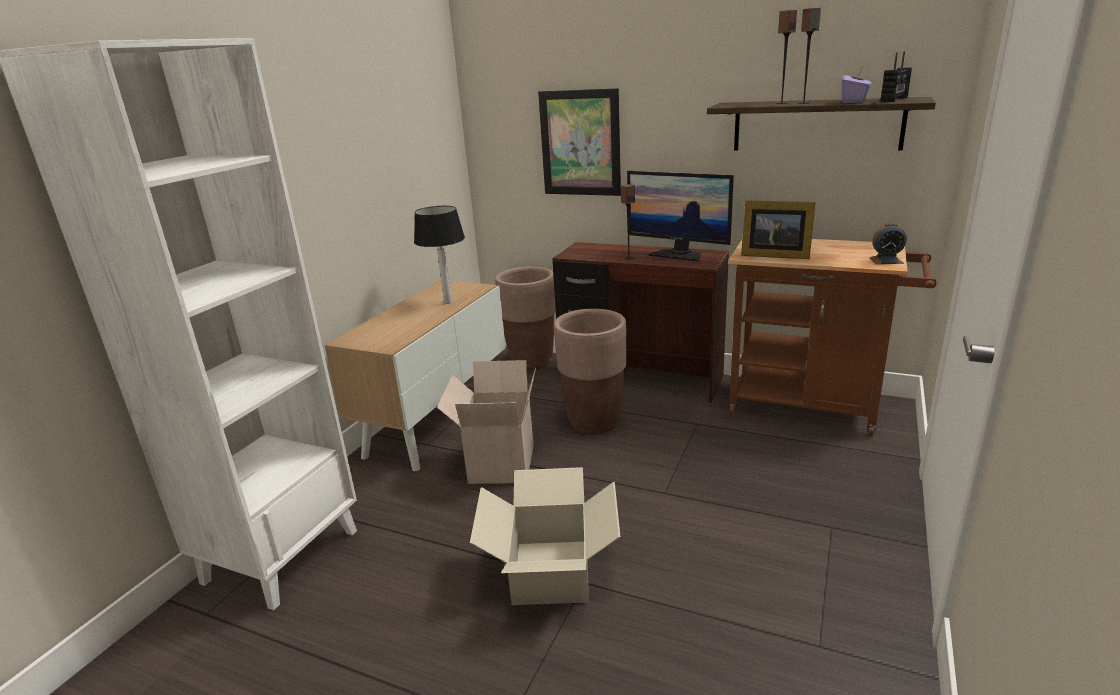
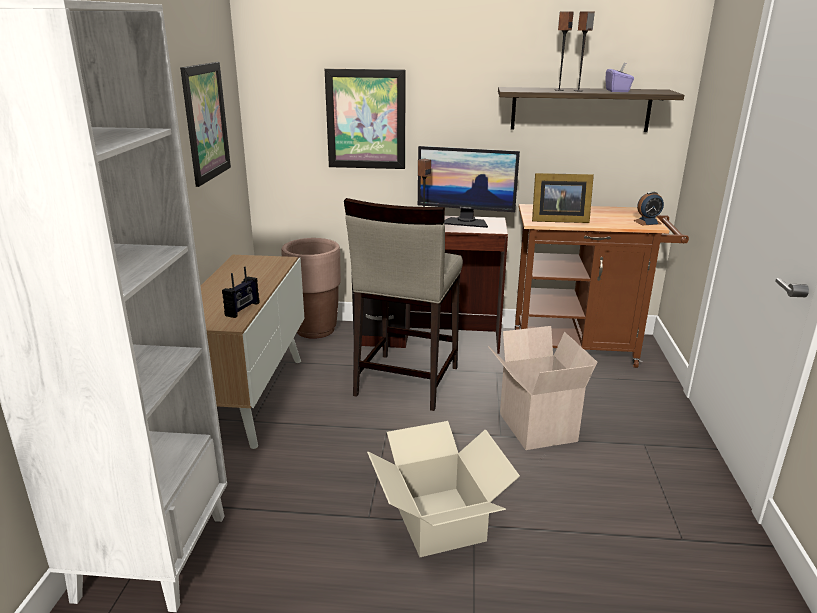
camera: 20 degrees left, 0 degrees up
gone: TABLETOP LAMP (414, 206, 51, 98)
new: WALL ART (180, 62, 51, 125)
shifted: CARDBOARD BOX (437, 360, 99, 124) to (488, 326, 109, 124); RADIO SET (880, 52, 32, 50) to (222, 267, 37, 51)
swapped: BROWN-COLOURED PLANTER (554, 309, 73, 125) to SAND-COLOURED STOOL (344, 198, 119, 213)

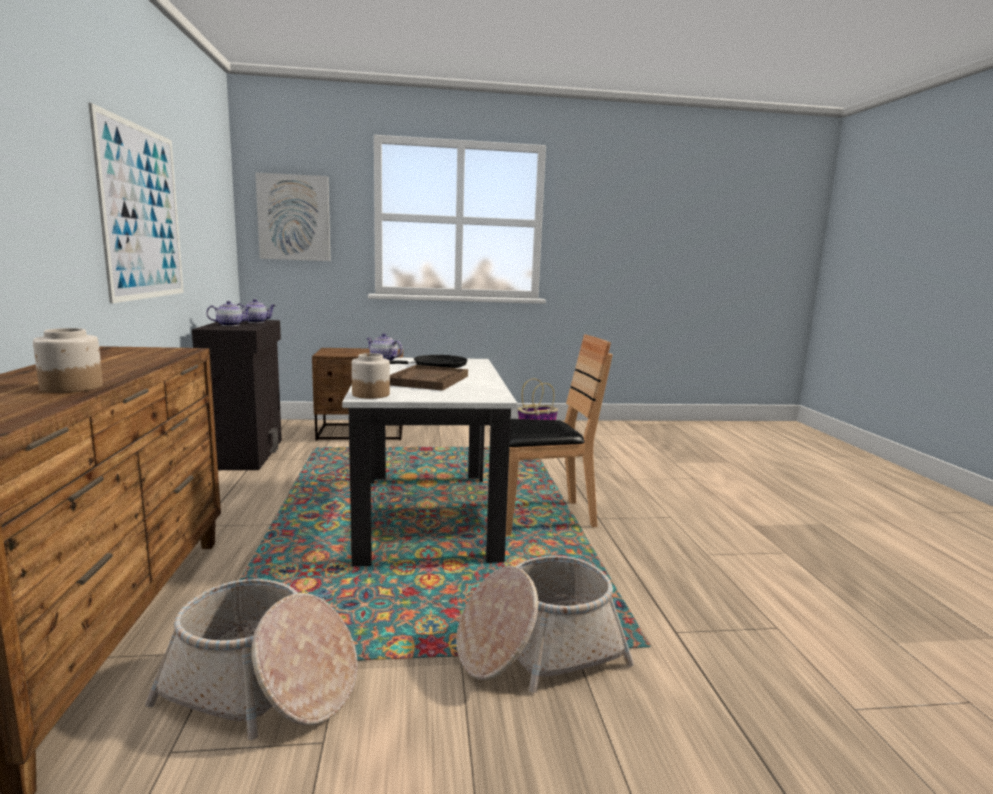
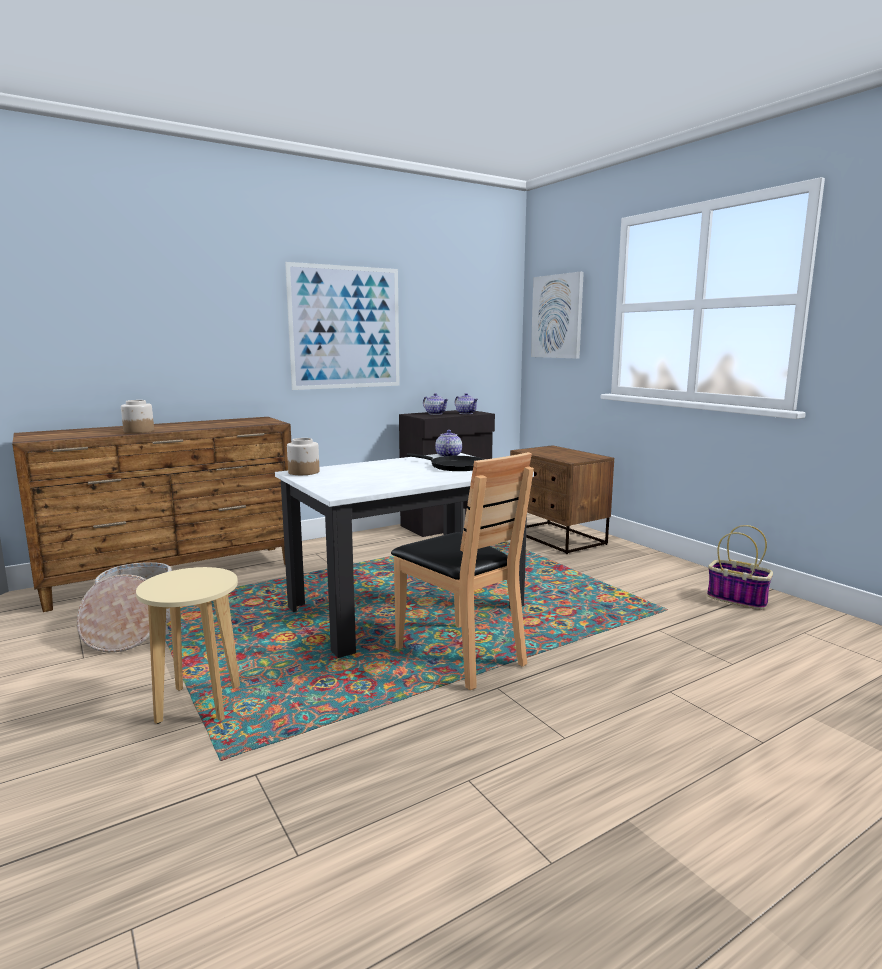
camera: 65 degrees right, 0 degrees up
gone: BROWN-COLOURED CARRYING TRAY (390, 365, 78, 26)
swapped: BASKET (456, 556, 178, 137) to SAND-COLOURED STOOL (136, 567, 104, 157)

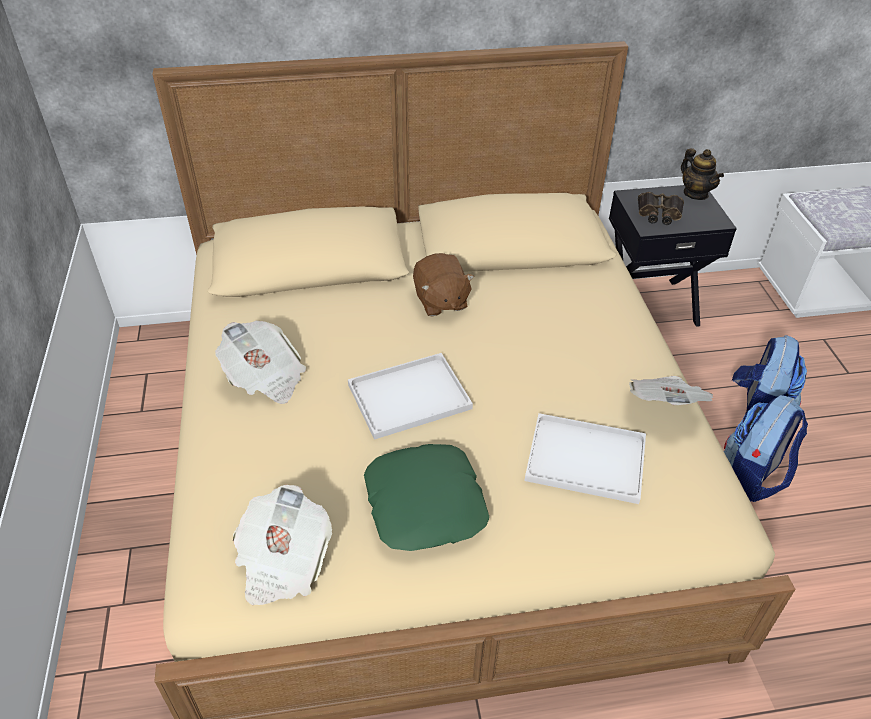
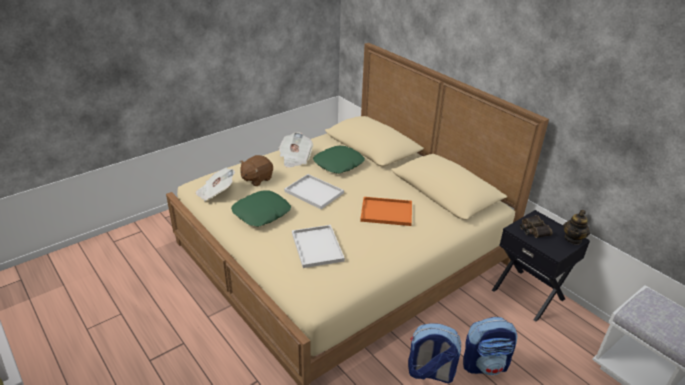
camera: 60 degrees right, 10 degrees down
gone: PRINTED PAPER (629, 376, 84, 29)
new: GREENISH PILLOW (313, 146, 52, 28); ORANGEY CARRYING TRAY (360, 197, 52, 29)
shifted: BROWN-COLOURED SOFT TOY (413, 253, 61, 63) to (240, 155, 33, 31)

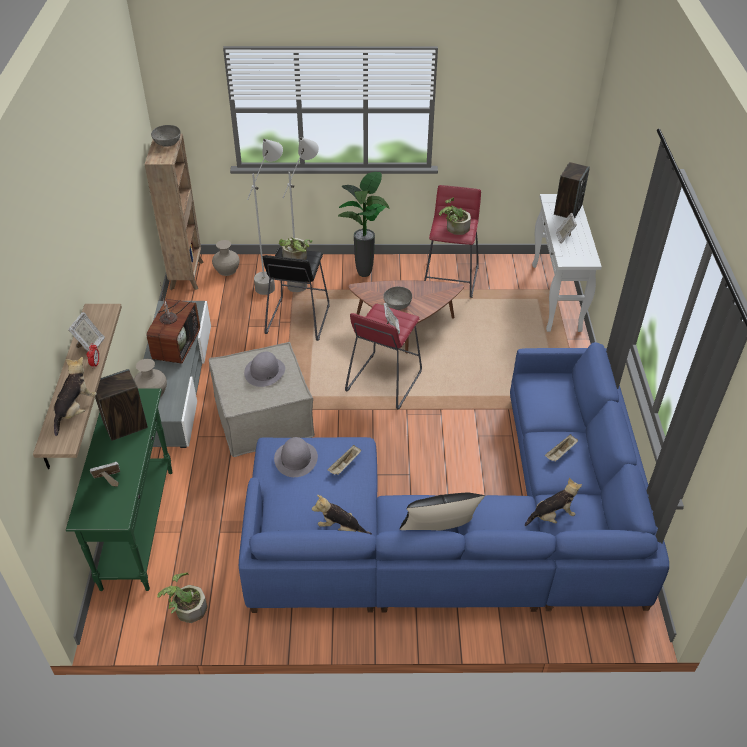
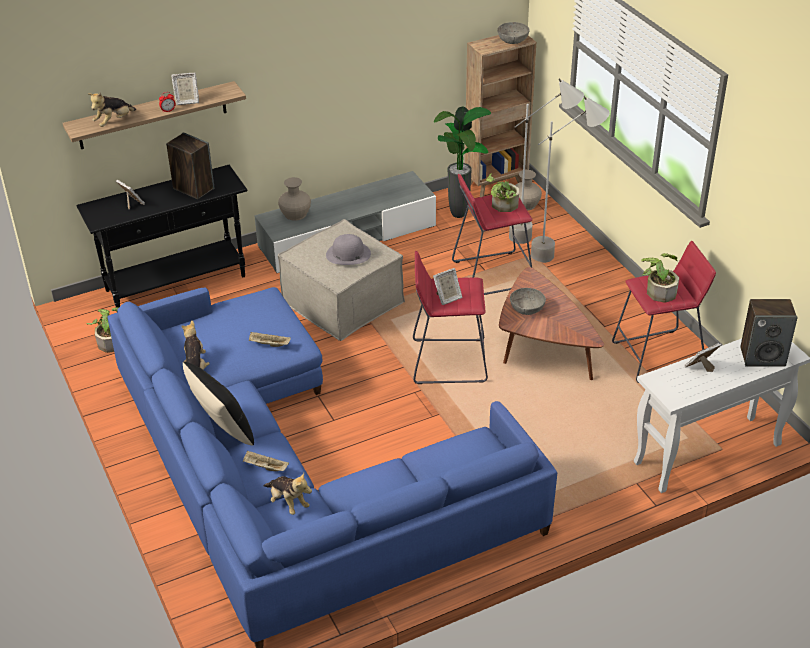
camera: 65 degrees right, 5 degrees down
gone: TELEVISION (147, 282, 53, 82); GREY WEARABLE HAT (274, 437, 44, 40)
shifted: HOUSEPLANT (338, 172, 52, 105) to (434, 107, 57, 111); SAND-COLOURED CARRYING TRAY (545, 434, 33, 28) to (243, 450, 46, 21)
repainted: GREENISH CONSOLE TABLE (66, 389, 107, 202) to BLACK CONSOLE TABLE (76, 165, 172, 147); BLACK STOOL (263, 247, 66, 94) to REDDISH STOOL (452, 174, 81, 121)
rotated: SOFT TOY (54, 357, 43, 79) = (89, 93, 47, 34) 135 degrees clockwise

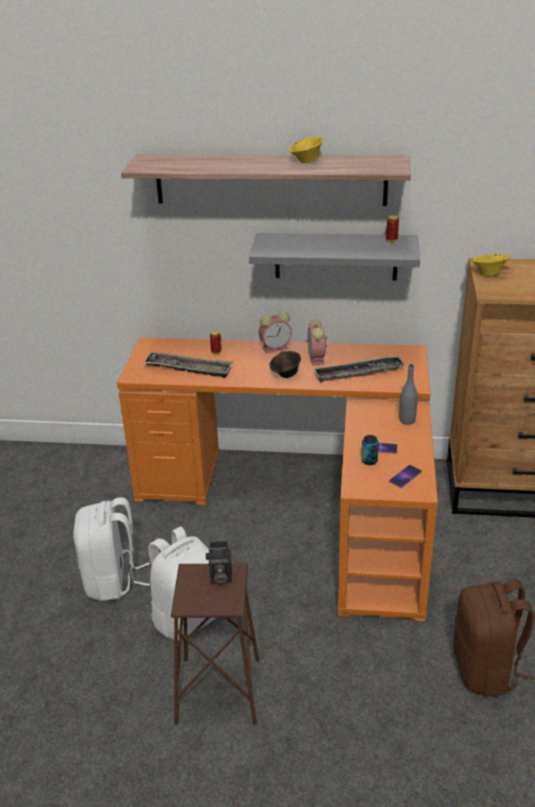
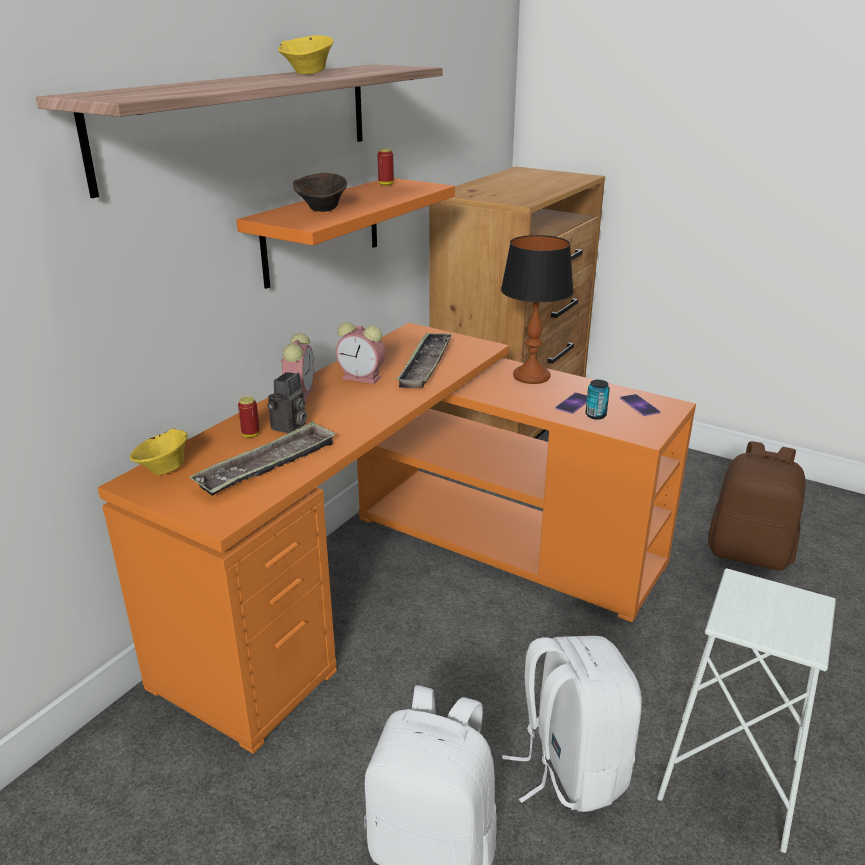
camera: 65 degrees left, 5 degrees down
shifted: STILL CAMERA (206, 541, 26, 44) to (267, 372, 40, 62); BROWN-COLOURED BOWL (270, 351, 31, 27) to (293, 173, 54, 39); YELLOW-COLOURED BOWL (472, 254, 37, 21) to (130, 428, 58, 47)
swapped: GREY DRINK BOTTLE (399, 364, 19, 61) to TABLETOP LAMP (501, 235, 73, 149)
repainted: BROWN-COLOURED STOOL (171, 564, 88, 161) to WHITISH STOOL (657, 568, 179, 285); GREY WALL SHELF (249, 233, 171, 48) to ORANGEY WALL SHELF (236, 178, 219, 111)

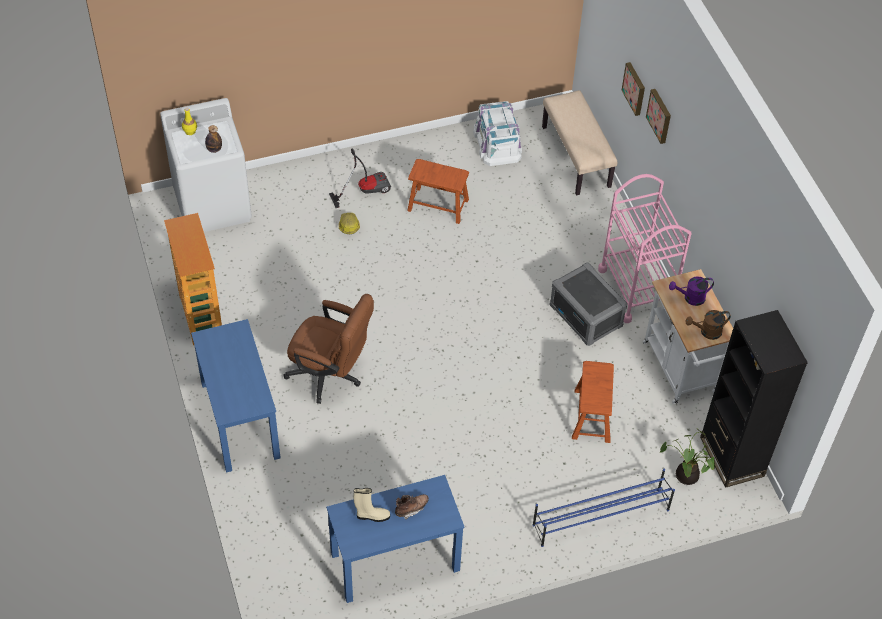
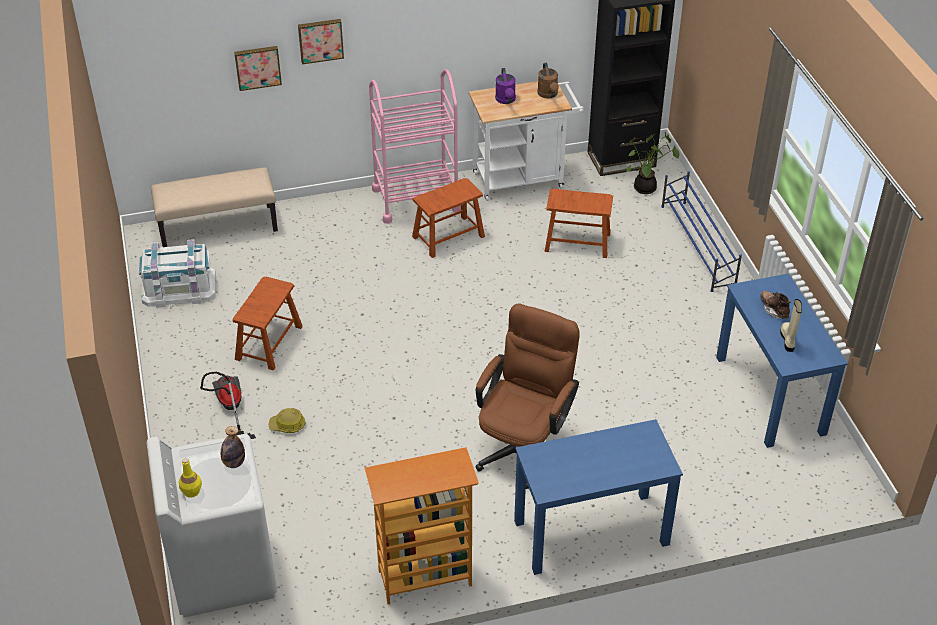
camera: 85 degrees left, 10 degrees down
swapped: GREY STORAGE BIN (549, 263, 78, 83) to BROWN-COLOURED STOOL (412, 178, 73, 80)

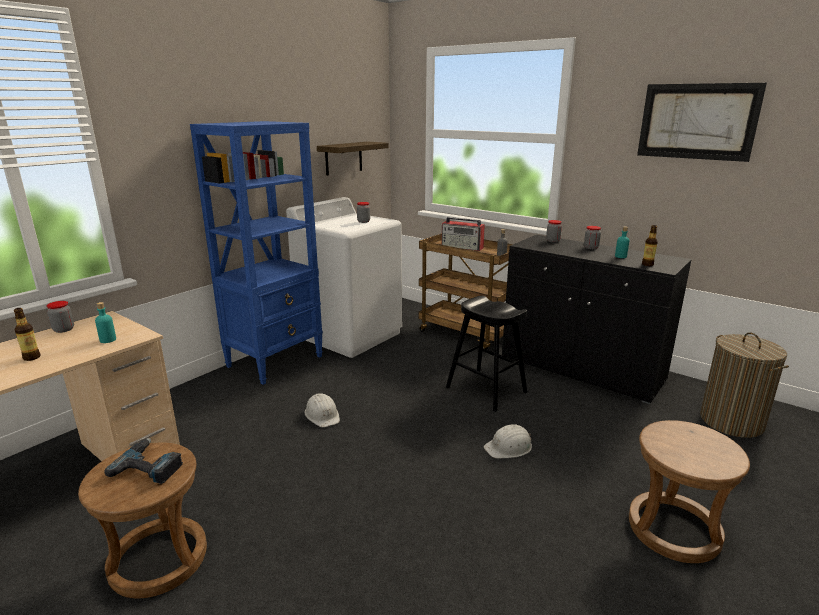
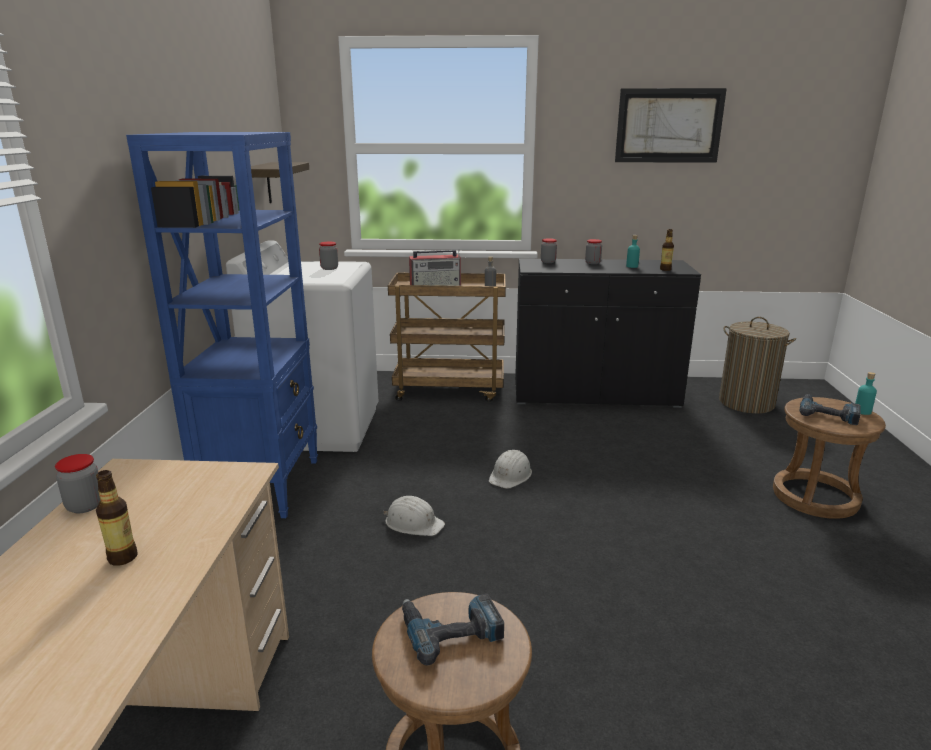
camera: 35 degrees left, 0 degrees up
gone: BLACK STOOL (446, 296, 81, 116)
new: DRILL (799, 394, 62, 31)
shifted: BLUE-GREEN DRINK BOTTLE (95, 302, 21, 41) to (855, 372, 22, 43); WHITISH SAFETY HELMET (484, 424, 48, 34) to (489, 450, 43, 39)

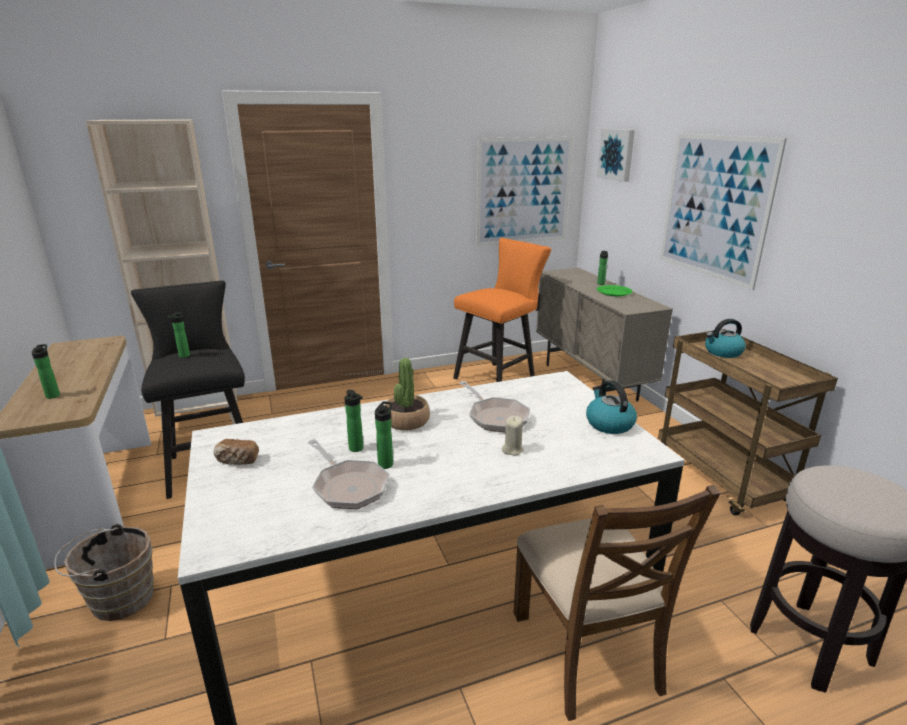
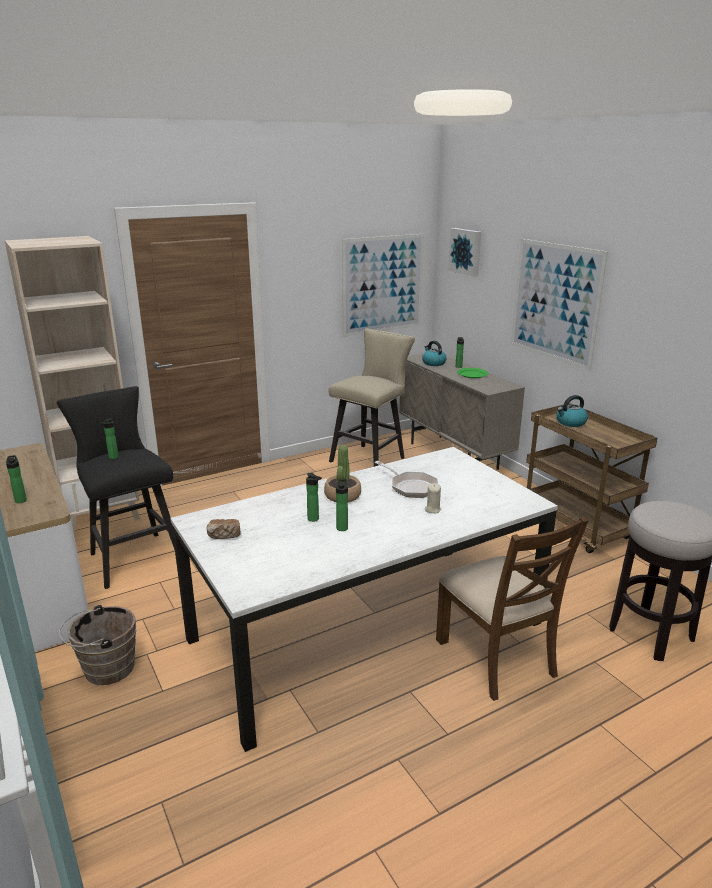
camera: 10 degrees left, 0 degrees up
gone: PAN (308, 439, 82, 70)
shifted: WATER KETTLE (586, 380, 51, 54) to (422, 341, 25, 25)
repainted: ORANGEY STOOL (453, 238, 98, 144) to SAND-COLOURED STOOL (328, 328, 87, 139)

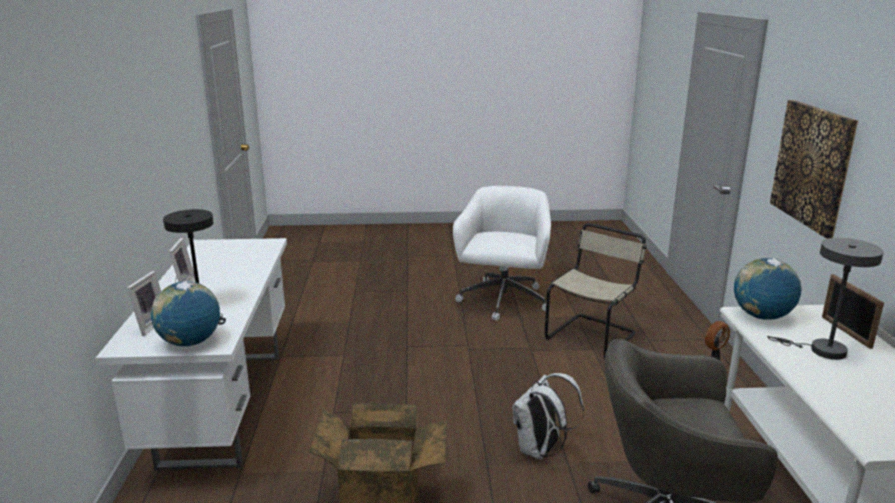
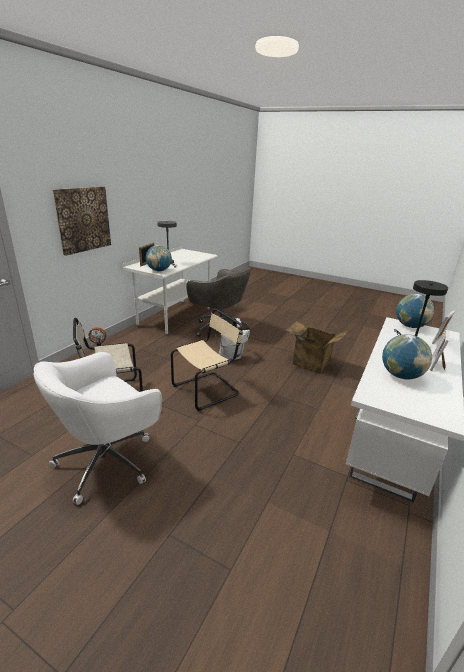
camera: 150 degrees left, 5 degrees up
new: SAND-COLOURED PLAIN CHAIR (171, 309, 72, 102); DESK GLOBE (382, 334, 50, 45)

